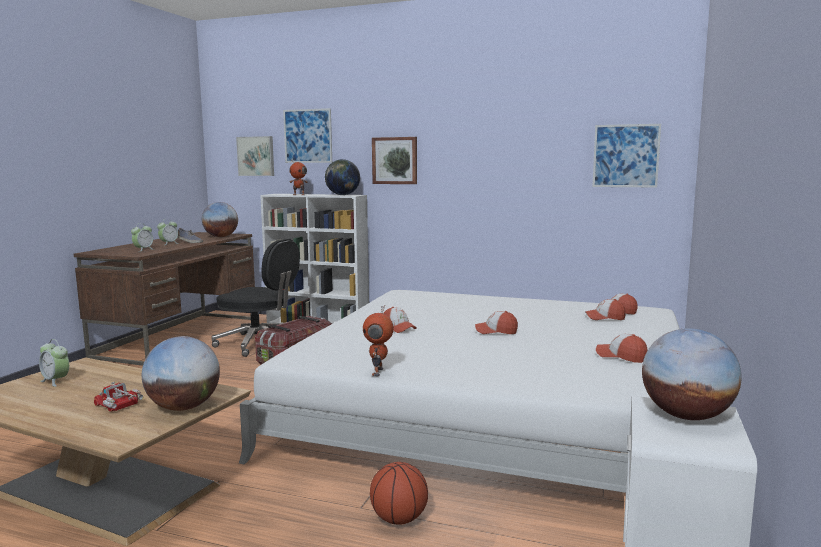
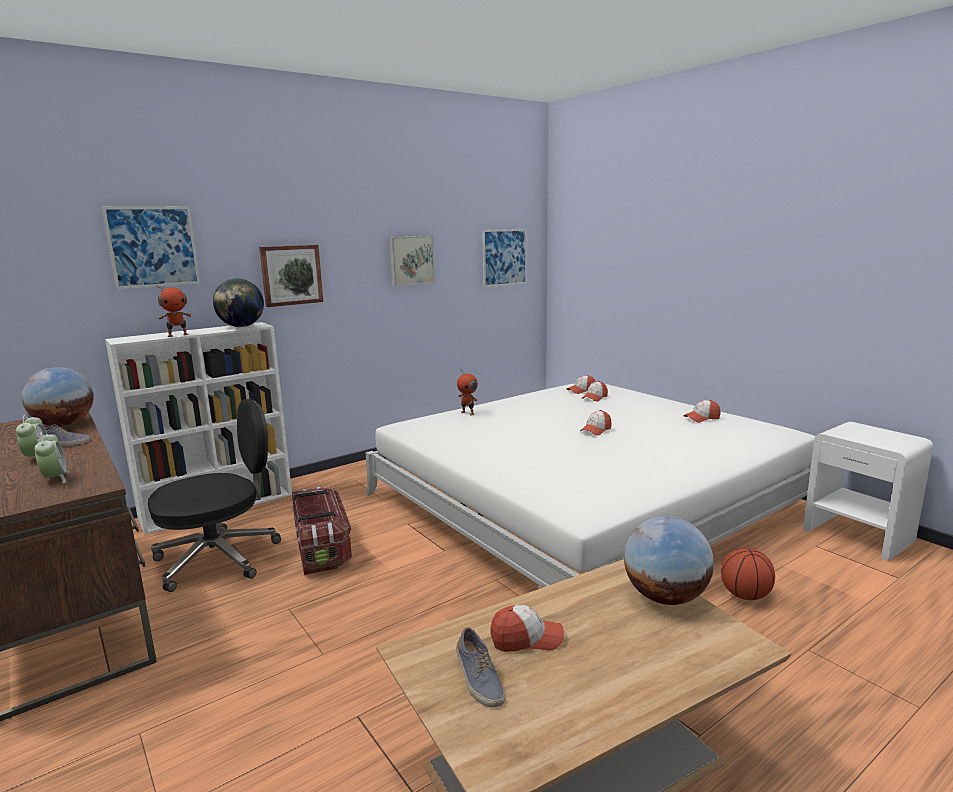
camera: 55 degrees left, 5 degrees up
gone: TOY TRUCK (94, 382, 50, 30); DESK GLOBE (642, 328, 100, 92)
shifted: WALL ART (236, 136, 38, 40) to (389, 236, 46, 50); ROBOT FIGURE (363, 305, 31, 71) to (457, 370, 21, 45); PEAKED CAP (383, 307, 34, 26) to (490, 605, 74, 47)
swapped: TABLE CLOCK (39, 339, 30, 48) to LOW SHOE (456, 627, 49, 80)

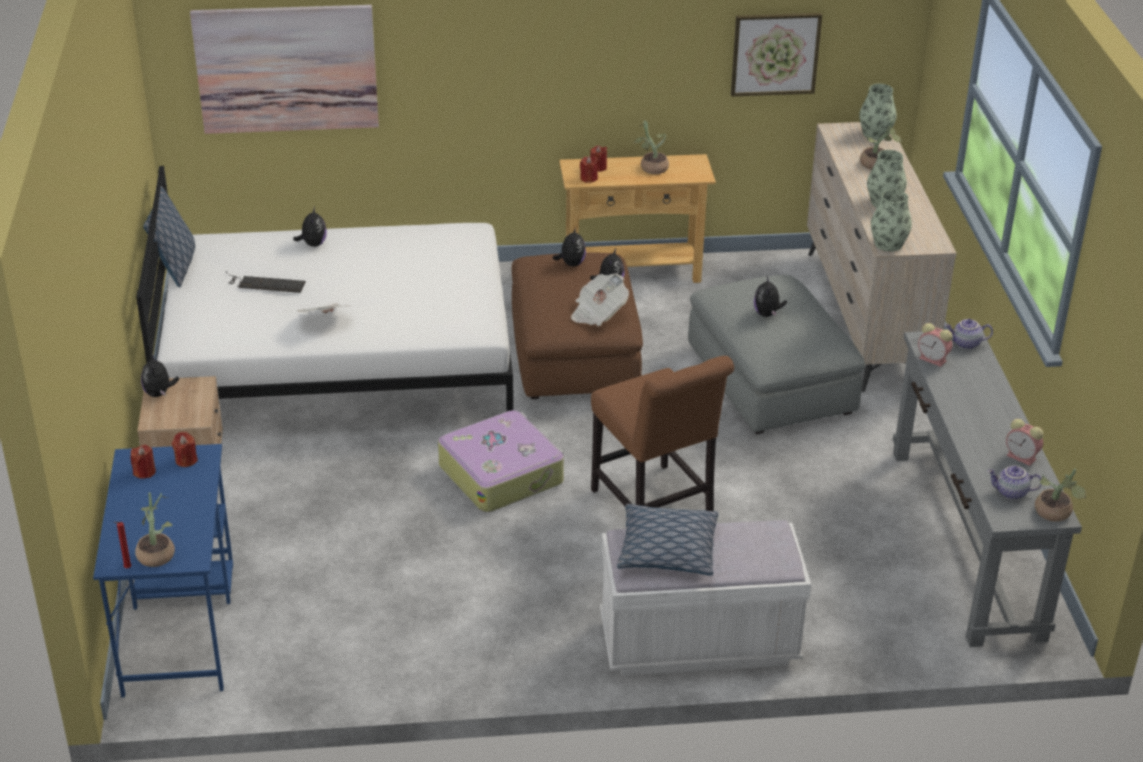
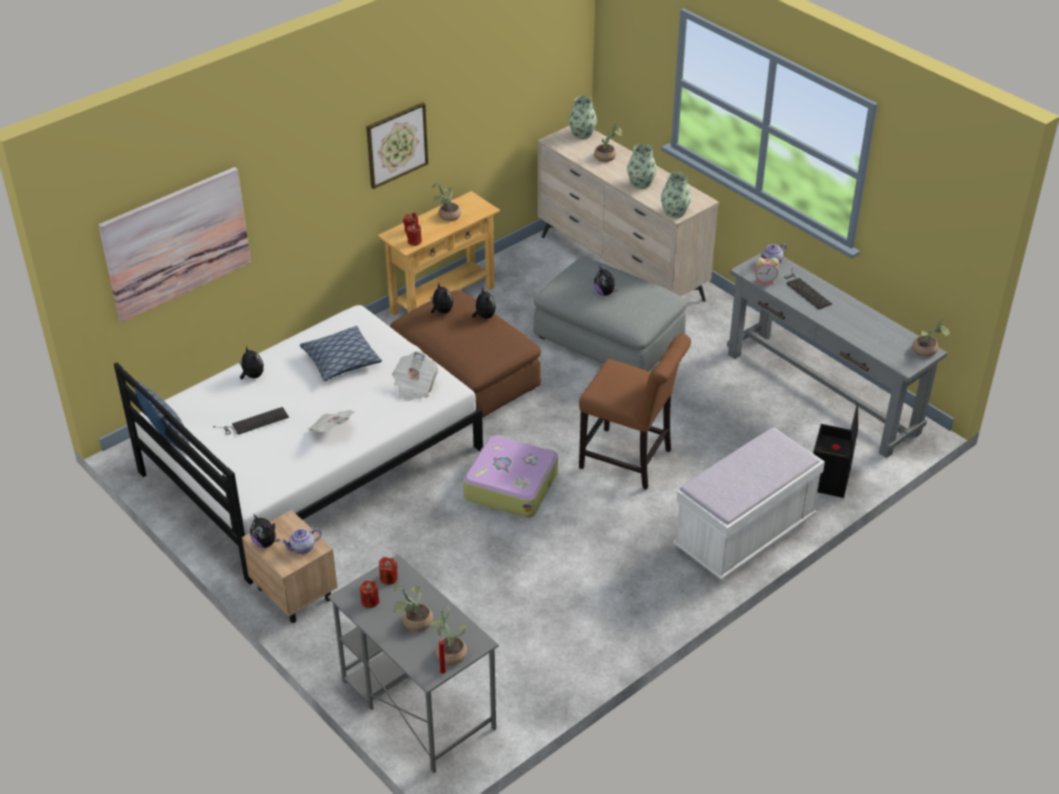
camera: 35 degrees left, 5 degrees up
gone: TABLE CLOCK (1006, 419, 37, 47)
new: HOUSEPLANT (394, 584, 39, 48); COMPUTER KEYBOARD (784, 268, 48, 41); BLACK STORAGE BIN (813, 403, 45, 95)
shifted: PRINTED PAPER (571, 274, 58, 52) to (393, 351, 45, 51); PILLOW (617, 504, 102, 72) to (300, 326, 82, 55); WALL ART (731, 13, 91, 84) to (366, 102, 62, 87); TEAPOT (987, 466, 55, 34) to (281, 528, 41, 26)
repainted: BLUE-COLOURED DESK UNIT (93, 444, 140, 253) to GREY DESK UNIT (328, 554, 171, 219)

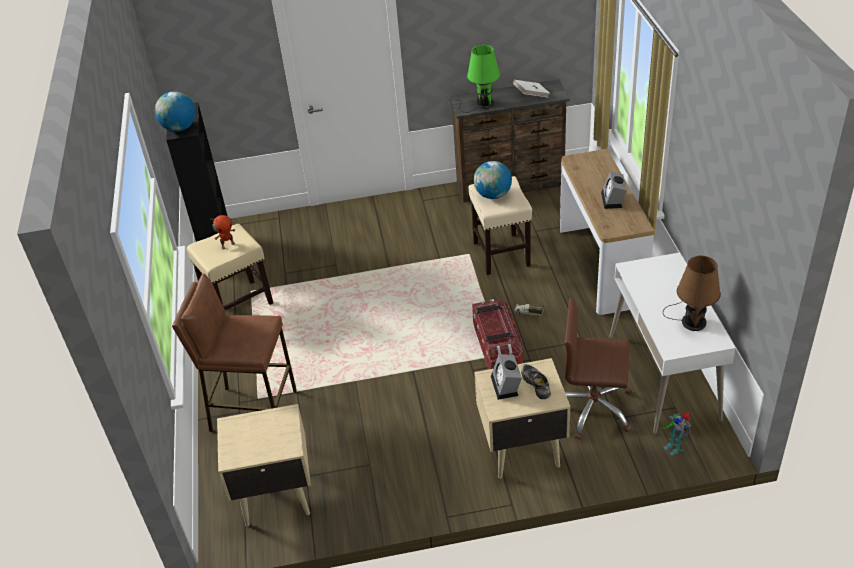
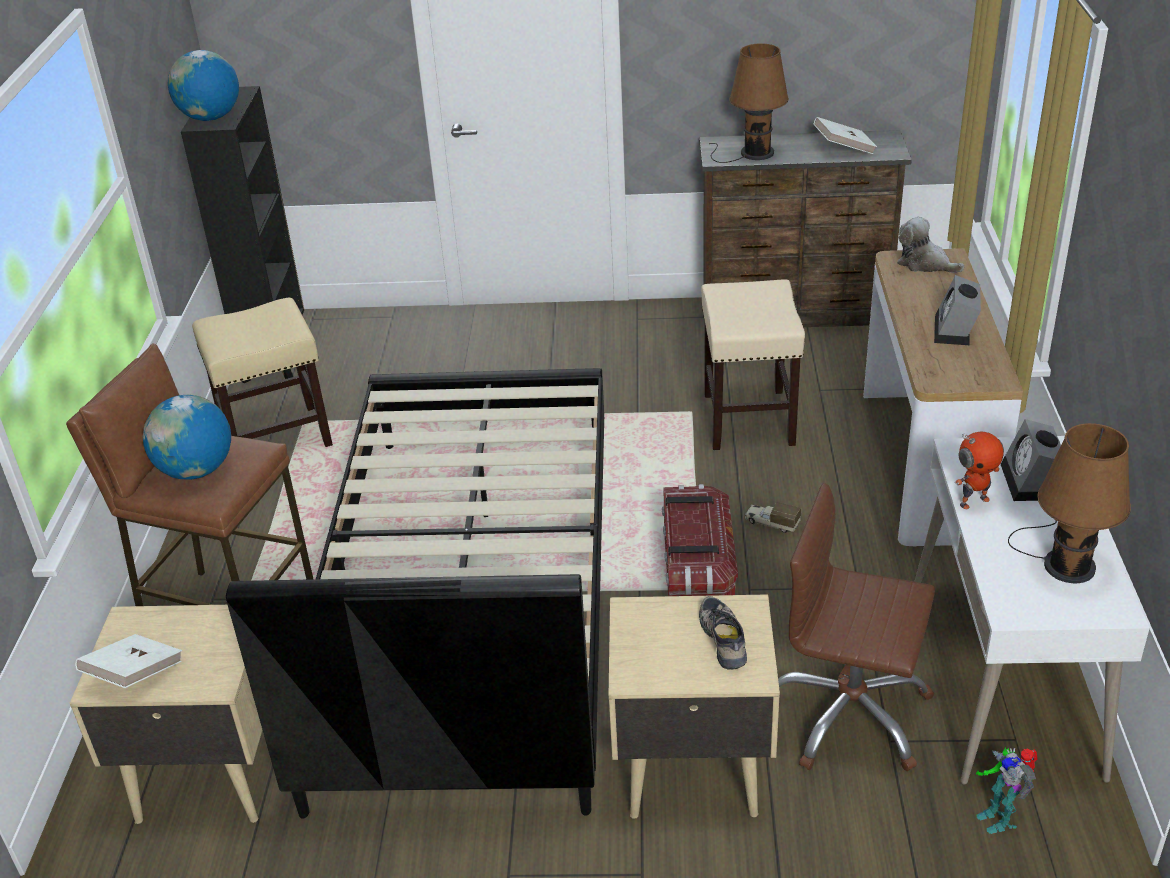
camera: 10 degrees right, 5 degrees down
new: WHITISH BOUND BOOK (75, 634, 107, 54); BLACK SLEEPING BED (226, 368, 378, 451); SOFT TOY (897, 217, 67, 56)
shifted: ROBOT FIGURE (210, 215, 25, 35) to (955, 432, 49, 77); DESK GLOBE (474, 161, 38, 38) to (143, 395, 88, 85); TABLE CLOCK (491, 354, 31, 46) to (1001, 419, 60, 82)
repainted: GREENISH TABLETOP LAMP (456, 45, 44, 68) to BROWN-COLOURED TABLETOP LAMP (709, 43, 80, 120)

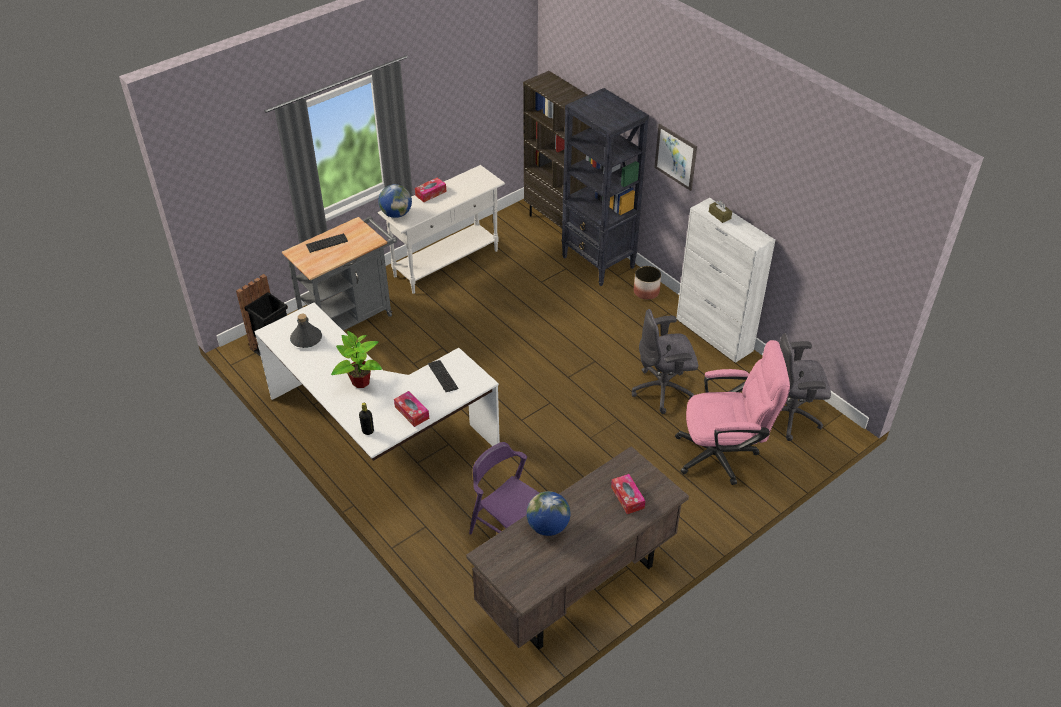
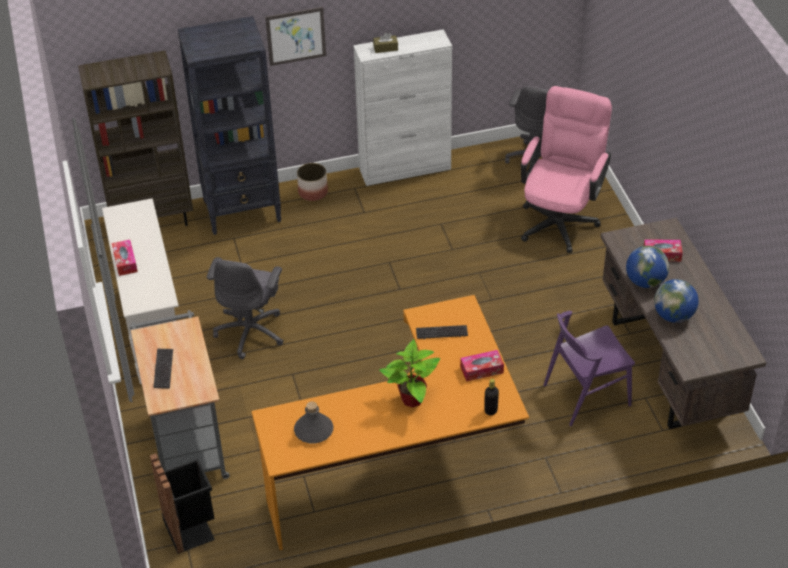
camera: 65 degrees left, 0 degrees up
shifted: DESK GLOBE (378, 184, 34, 34) to (626, 246, 43, 42); GREY COMPUTER CHAIR (632, 309, 66, 105) to (207, 257, 77, 102)
repainted: WHITISH DESK UNIT (255, 302, 245, 159) to ORANGEY DESK UNIT (251, 295, 278, 255)

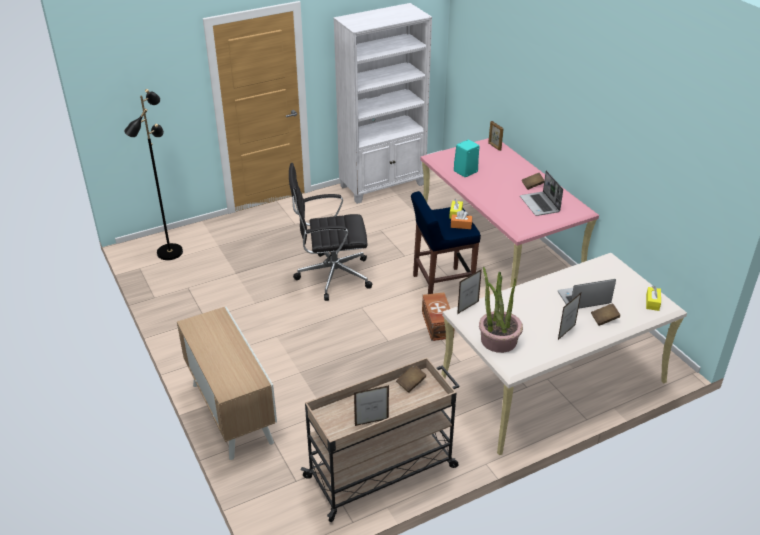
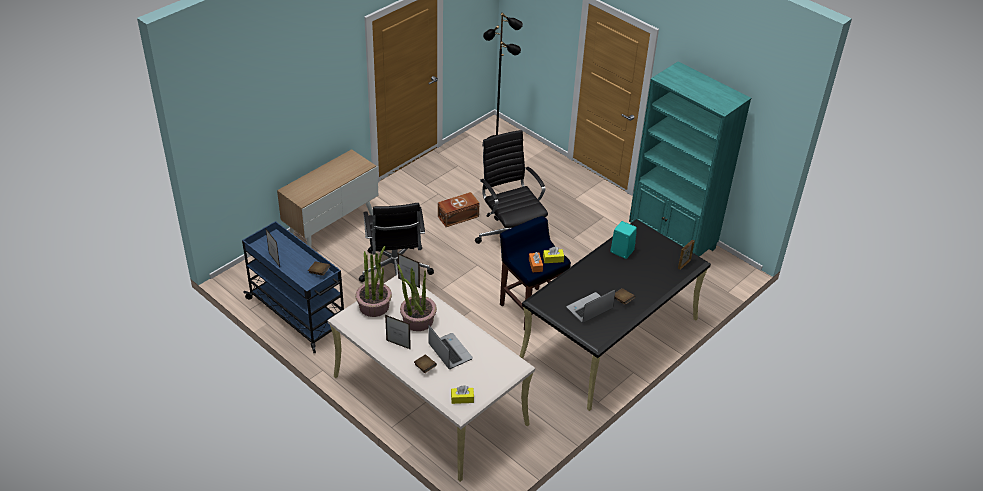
camera: 70 degrees right, 5 degrees up
new: BLACK COMPUTER CHAIR (359, 203, 75, 79); HOUSEPLANT (397, 264, 40, 67)
shifted: BROWN-COLOURED STORAGE BIN (422, 292, 32, 49) to (438, 192, 41, 35)
repainted: SAND-COLOURED WHEELED CART (301, 357, 158, 165) to BLUE-COLOURED WHEELED CART (242, 221, 102, 132); WHITISH SHELVING UNIT (333, 3, 99, 201) to BLUE-GREEN SHELVING UNIT (629, 62, 122, 195); PINK DESK UNIT (420, 138, 179, 150) to BLACK DESK UNIT (520, 219, 191, 192)

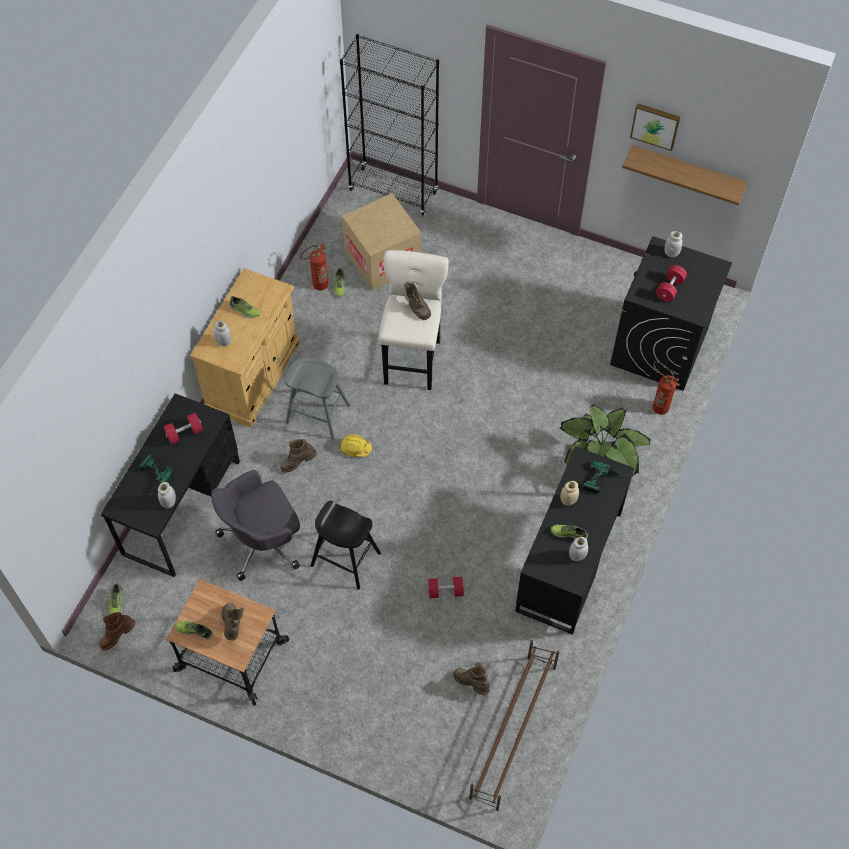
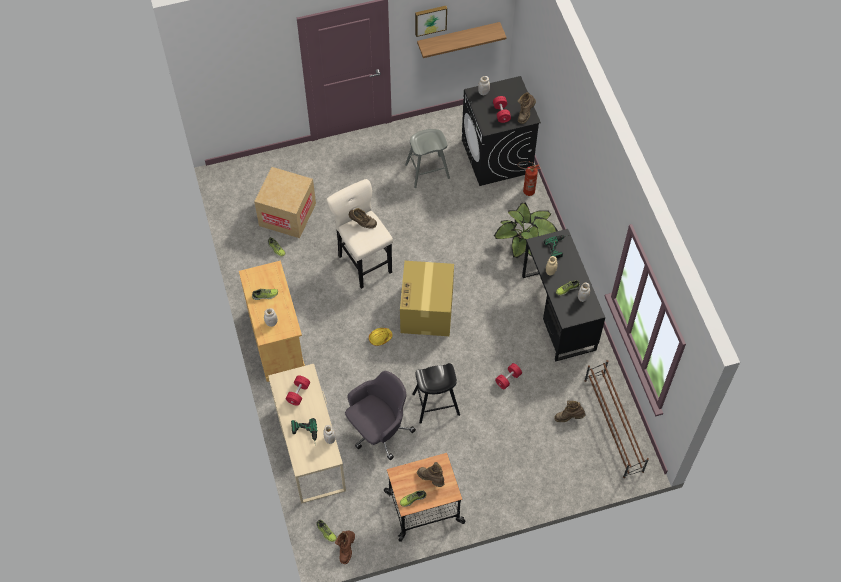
camera: 40 degrees left, 0 degrees up
gone: FIRE EXTINGUISHER (300, 243, 28, 47); BLACK SHELVING UNIT (340, 34, 99, 181)
new: CARDBOARD BOX (400, 261, 54, 75)
shifted: BROWN-COLOURED HIGH-TOP BOOT (280, 439, 37, 34) to (518, 92, 18, 32); GREY STOOL (284, 358, 67, 81) to (405, 129, 45, 59)
repainted: BLACK DESK UNIT (101, 393, 139, 184) to SAND-COLOURED DESK UNIT (268, 364, 78, 140)
rotated: GREY COMPUTER CHAIR (211, 470, 89, 111) = (345, 371, 71, 89) 150 degrees counterclockwise

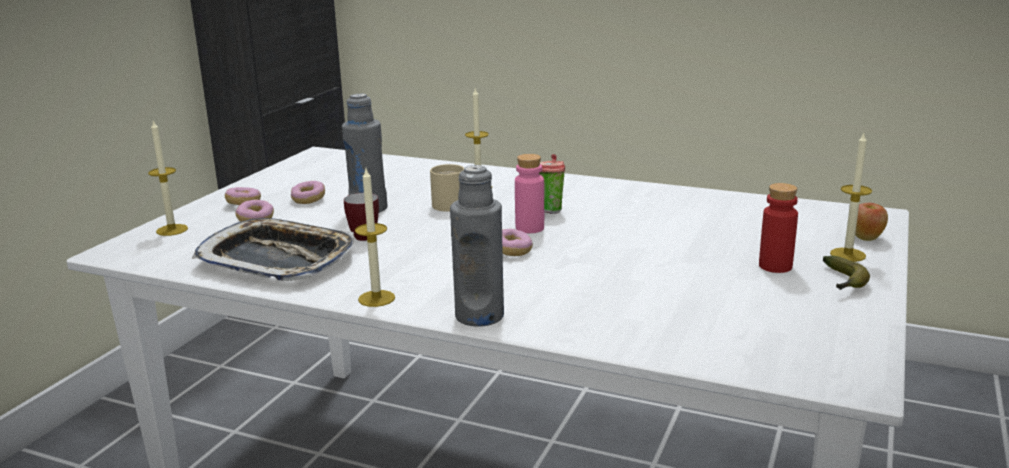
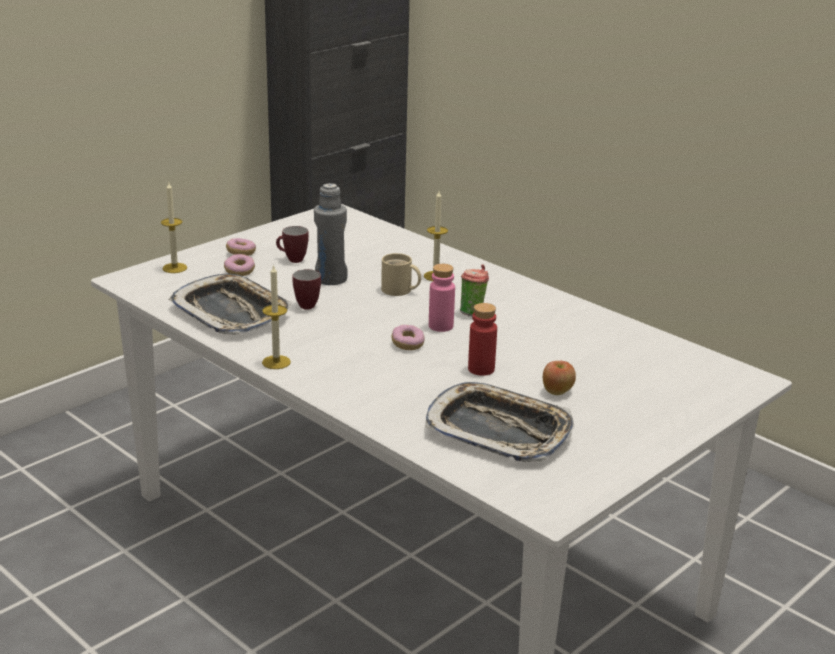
camera: 20 degrees right, 5 degrees up
gone: GREY DRINK BOTTLE (450, 165, 54, 162); BANANA (823, 256, 47, 34); WAX CANDLE (830, 133, 42, 129)
new: CARRYING TRAY (425, 382, 149, 80)
shifted: REDDISH DRINK BOTTLE (759, 183, 39, 90) to (468, 303, 29, 73); APPLE (855, 203, 33, 38) to (543, 361, 33, 34)
swapped: DOUGHNUT (291, 181, 34, 23) to COFFEE MUG (276, 226, 33, 37)

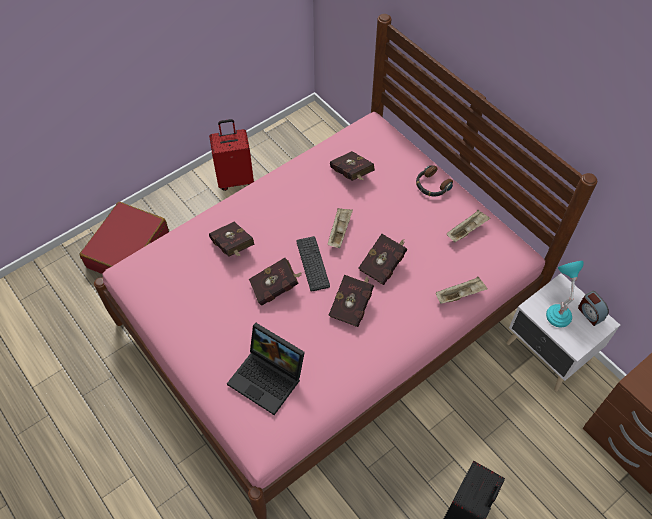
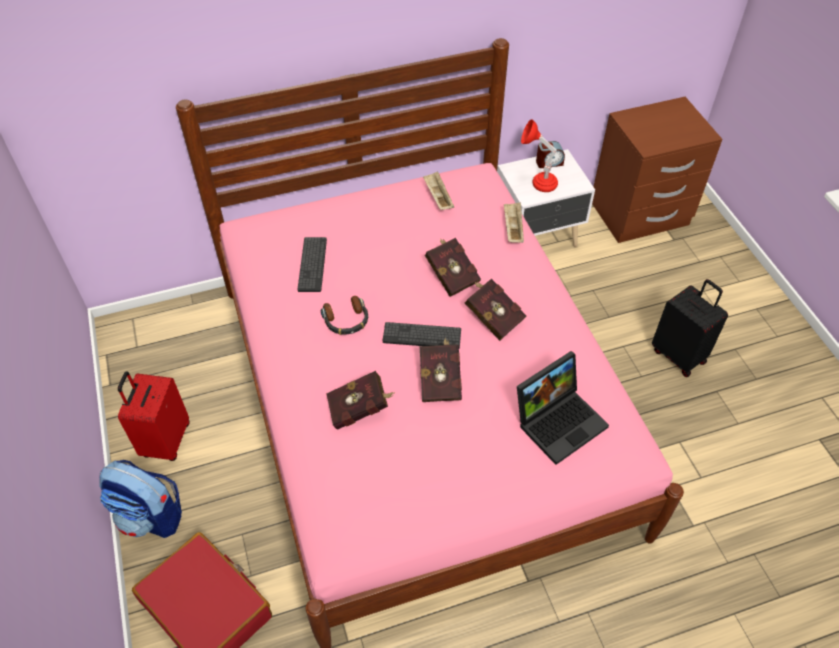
camera: 70 degrees left, 5 degrees down
gone: SAND-COLOURED CARRYING TRAY (327, 208, 26, 40)
new: RUCKSACK (99, 460, 83, 78)
shifted: HEADSET (416, 165, 37, 31) to (321, 296, 47, 39)
swapped: REDDISH BOUND BOOK (330, 151, 45, 30) to COMPUTER KEYBOARD (298, 237, 29, 55)
repainted: BLUE-GREEN TABLETOP LAMP (546, 261, 37, 66) to REDDISH TABLETOP LAMP (521, 119, 37, 73)

